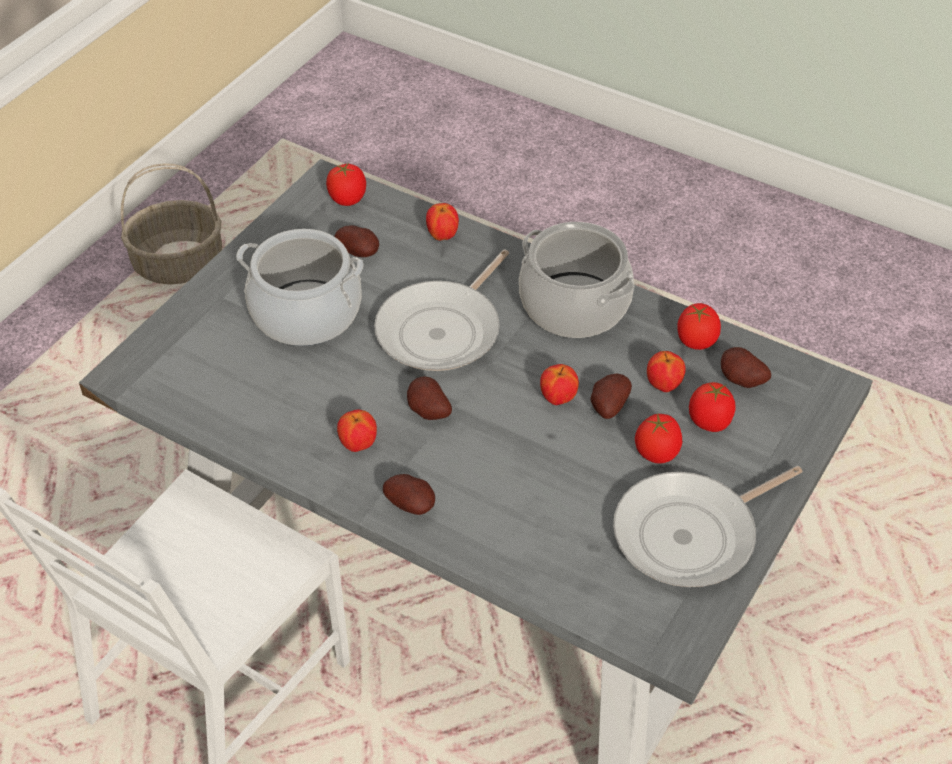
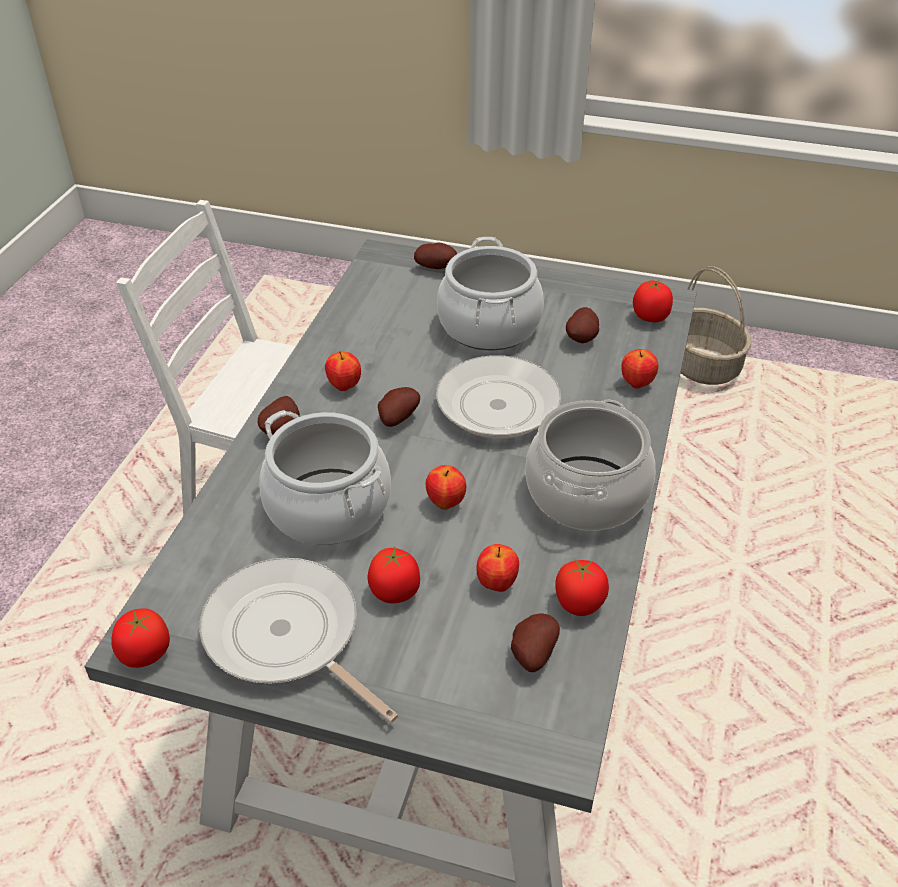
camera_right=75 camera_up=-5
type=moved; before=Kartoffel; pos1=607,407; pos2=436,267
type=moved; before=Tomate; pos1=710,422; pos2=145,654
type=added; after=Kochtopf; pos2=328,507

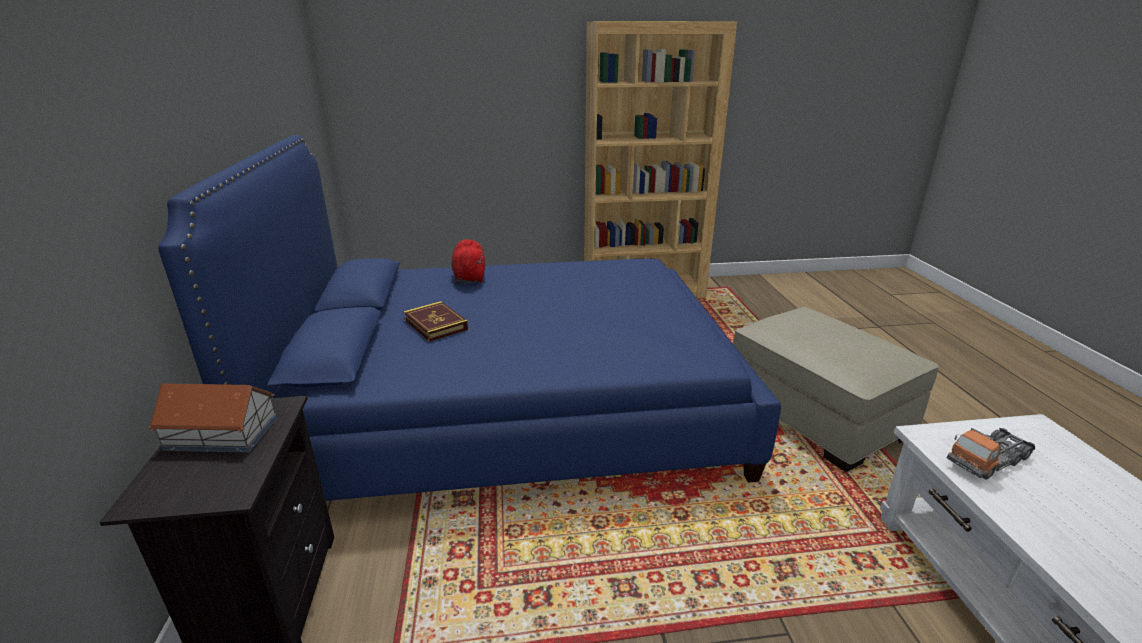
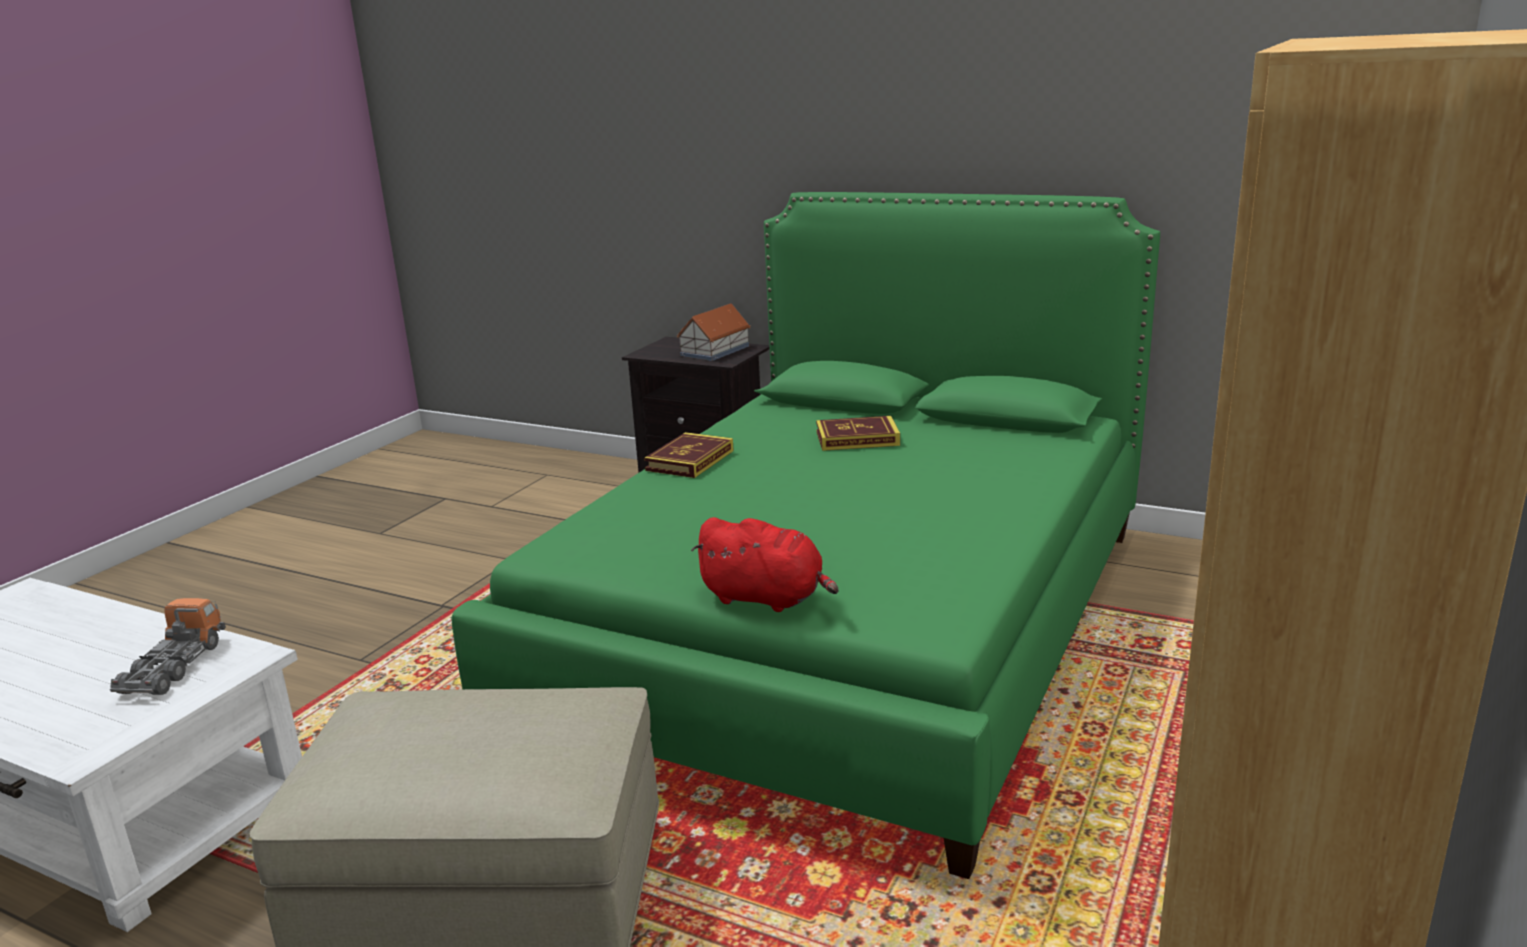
camera_right=125 camera_up=-5
type=recoloured; before=Bett (blau); after=Bett (grün); pos1=512,405; pos2=848,622
type=moved; before=Plüschtier (rot); pos1=469,276; pos2=767,598
type=added; after=Buch; pos2=690,460

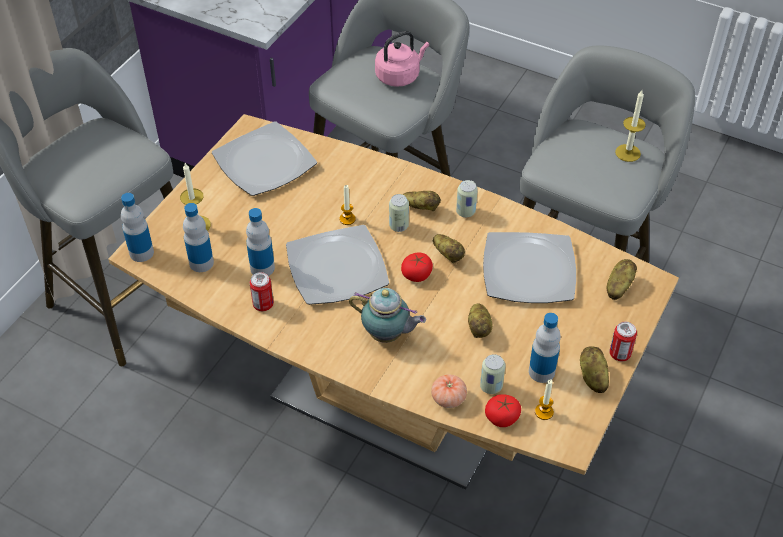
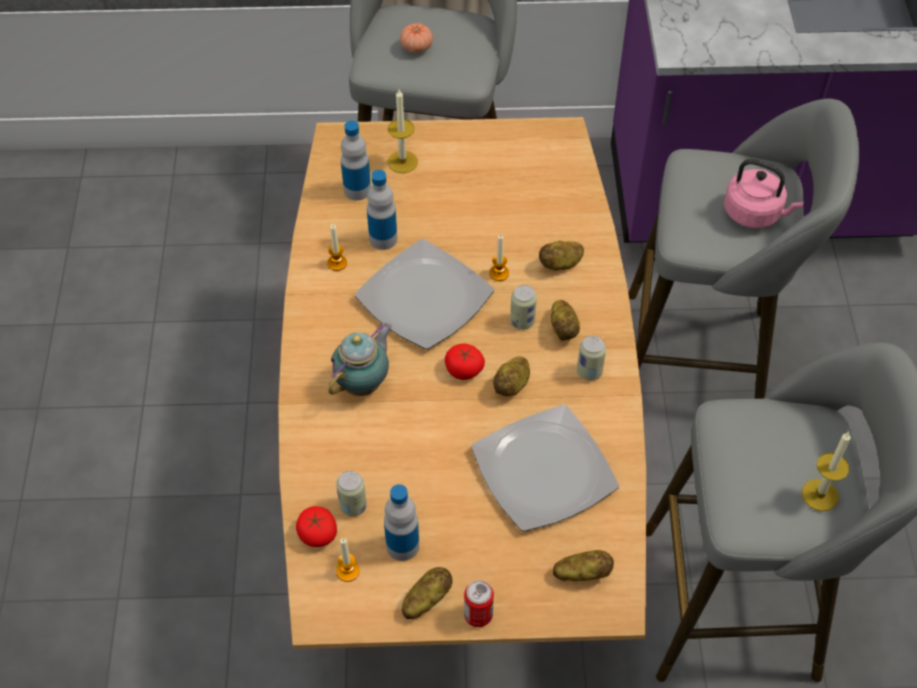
camera_right=60 camera_up=5
type=removed; before=Teller; pos1=264,163
type=removed; before=Flasche; pos1=141,253
type=replaced; before=Dose; after=Kerze; pos1=263,304; pos2=337,263
type=turned; before=Teekanne; pos1=387,335; pos2=364,383; turn=-135
type=moved; before=Kartoffel; pos1=479,328; pos2=561,264
type=moved; before=Tomate; pos1=448,398; pos2=416,47

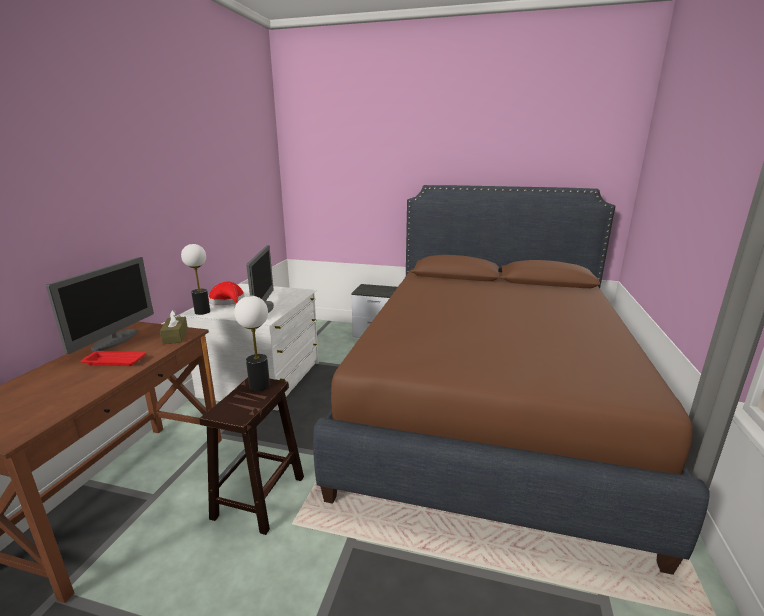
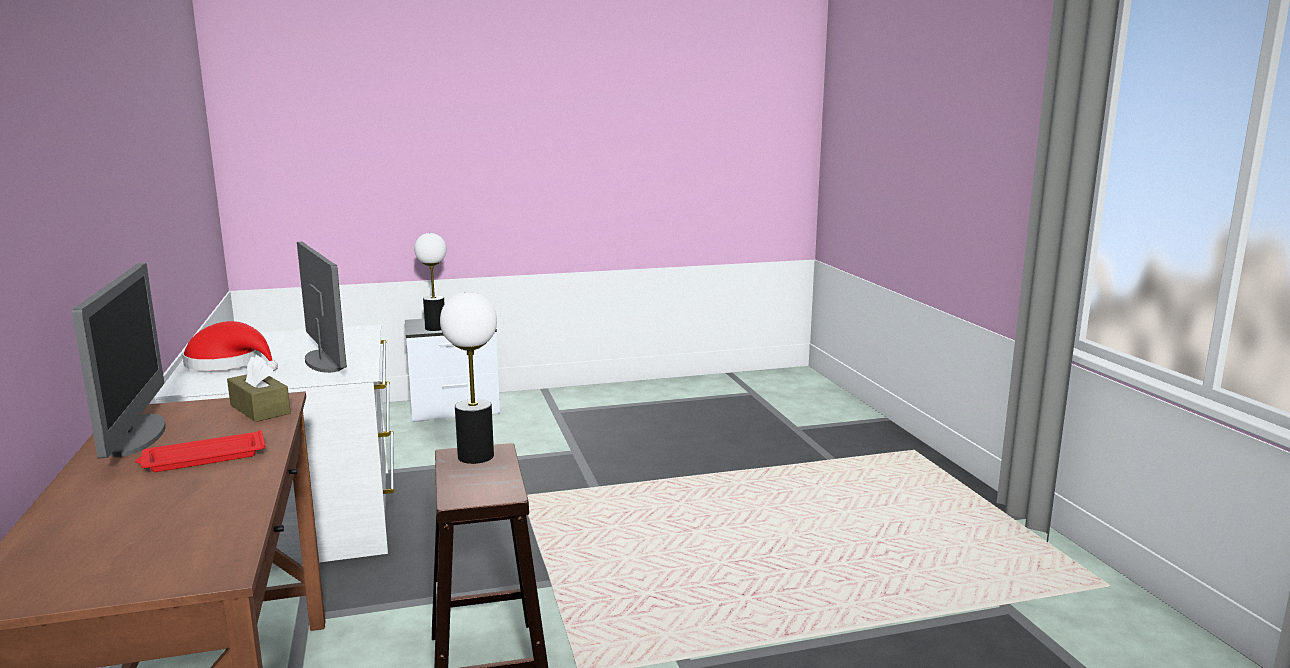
camera_right=-30 camera_up=-5
type=removed; before=Bett (braun); pos1=489,405
type=moved; before=Tischlampe; pos1=202,312; pos2=435,328

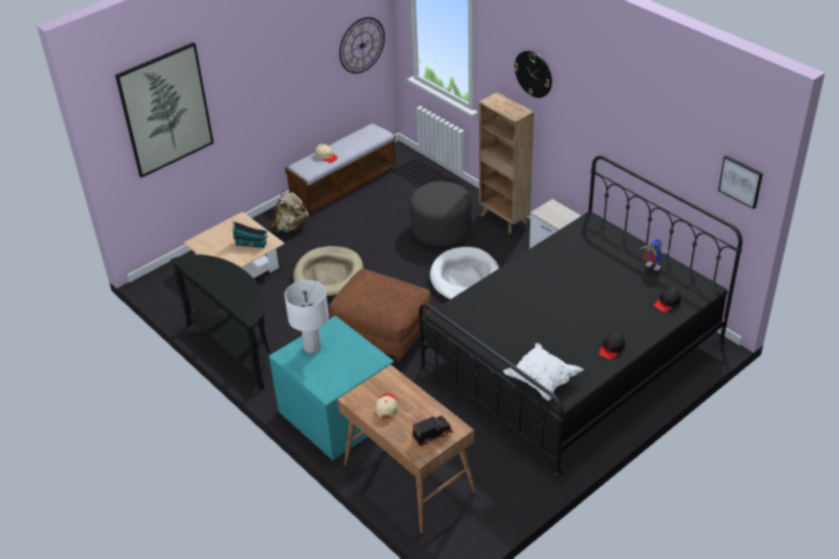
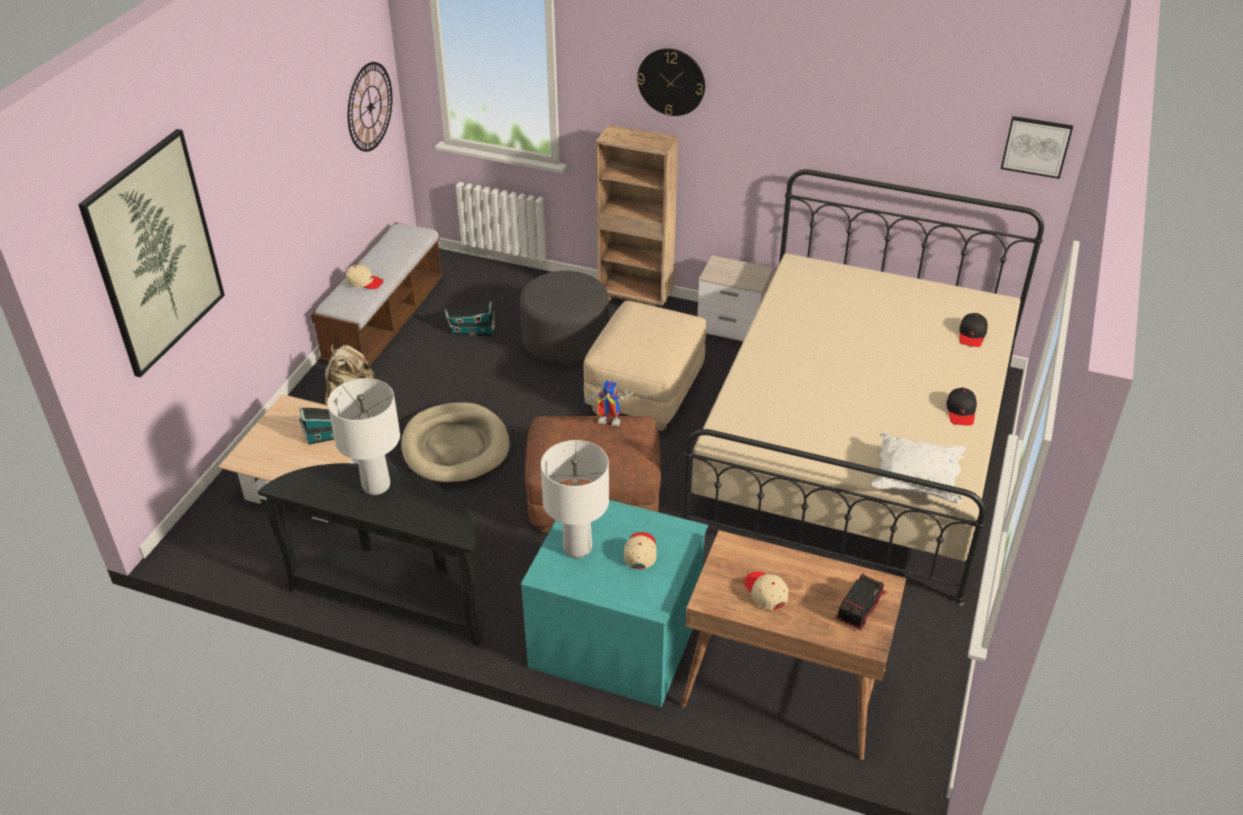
camera_right=-30 camera_up=0
type=recoloured; before=Bett (schwarz); after=Bett (beige); pos1=573,355; pos2=855,446
type=moved; before=Spielzeugroboter; pos1=650,267; pos2=606,424
type=replaced; before=Hundebett (weiß); after=Polsterhocker (beige); pos1=465,278; pos2=645,393
type=added; after=Spielzeughaus; pos2=471,331
type=added; after=Tischlampe (weiß); pos2=376,485
type=added; after=Kappe (beige); pos2=640,552

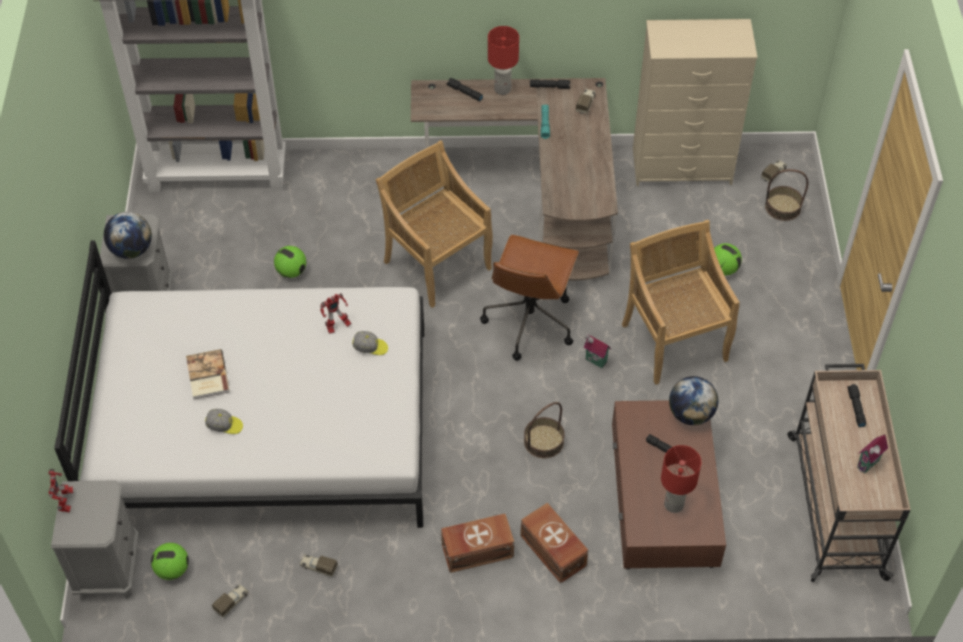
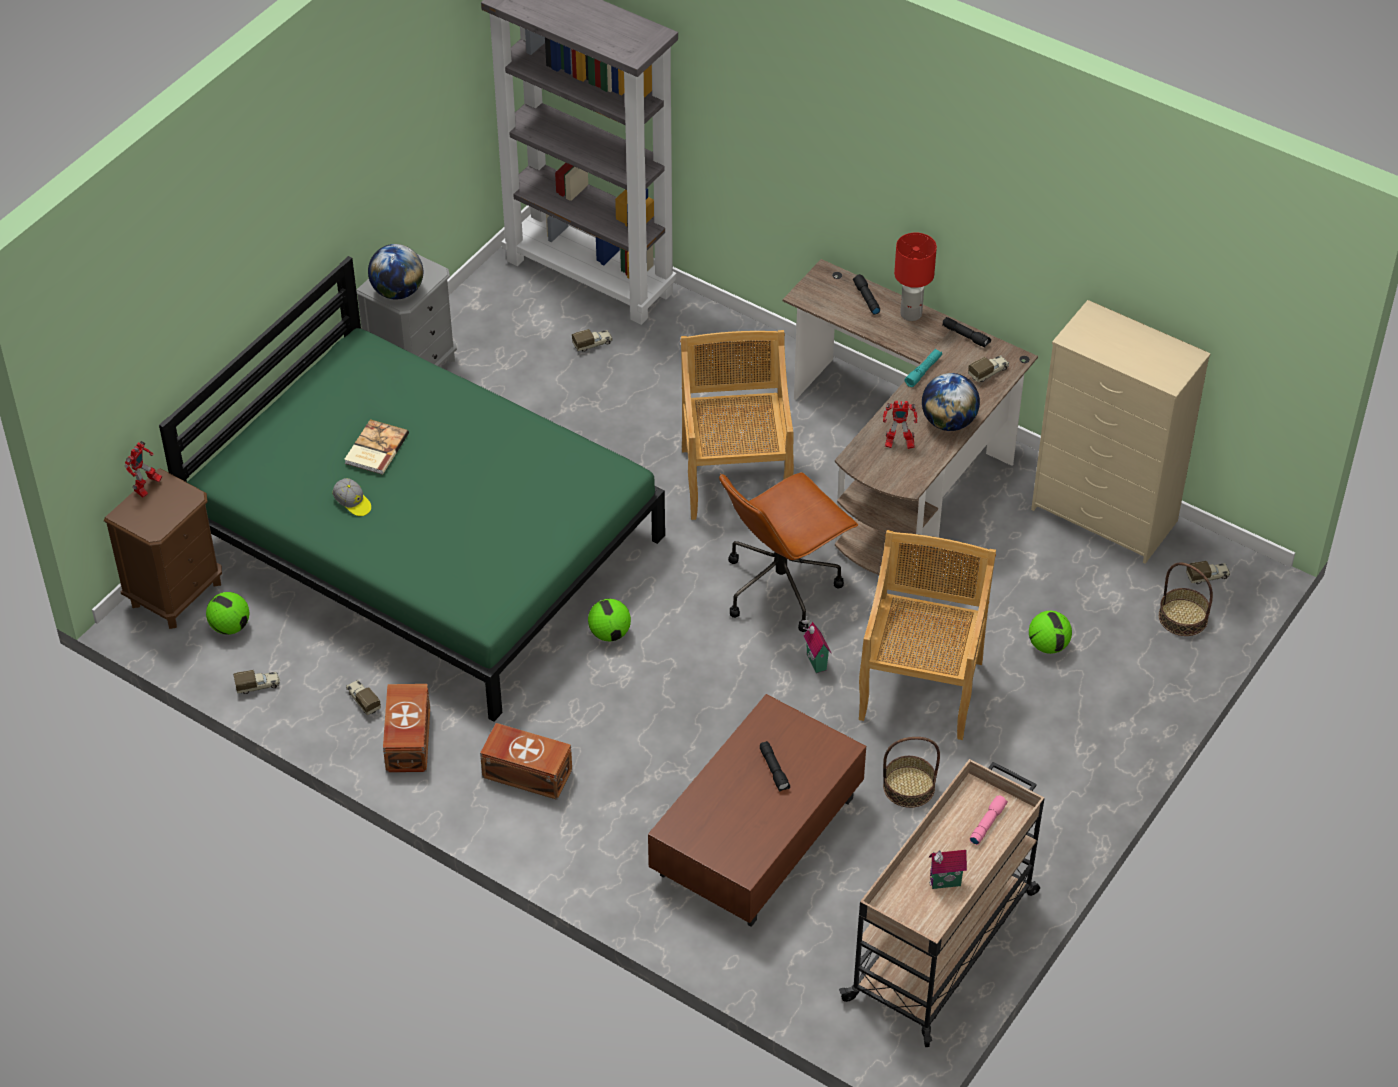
camera_right=35 camera_up=-5
type=recoloured; before=Bett (weiß); after=Bett (grün); pos1=263,424; pos2=425,542
type=moved; before=Fußball; pos1=291,271; pos2=609,633
type=moved; before=Spielzeugroboter; pos1=337,327; pos2=898,444
type=removed; before=Kappe; pos1=370,348
type=moved; before=Globus; pos1=690,414; pos2=948,422
type=recoloured; before=Taschenlampe (schwarz); after=Taschenlampe (rosa); pos1=855,408; pos2=987,823
type=moved; before=Korb; pos1=543,441; pos2=909,787
type=removed; before=Tischlampe (rot); pos1=673,505
type=recoloured; before=Nachttisch (grau); after=Nachttisch (braun); pos1=108,568; pos2=175,593
type=moved; before=Aufbewahrungsbox (braun); pos1=553,552; pos2=407,741
type=added; after=Spielzeuglaster; pos2=593,344

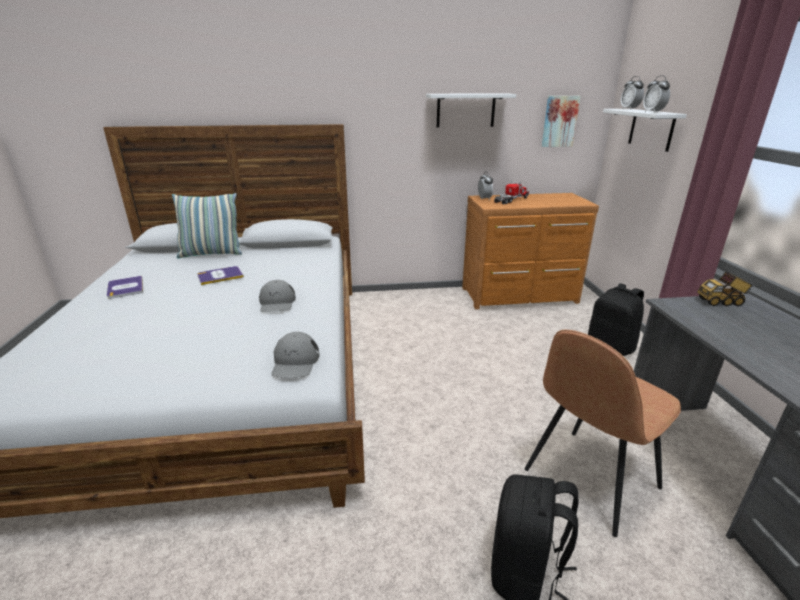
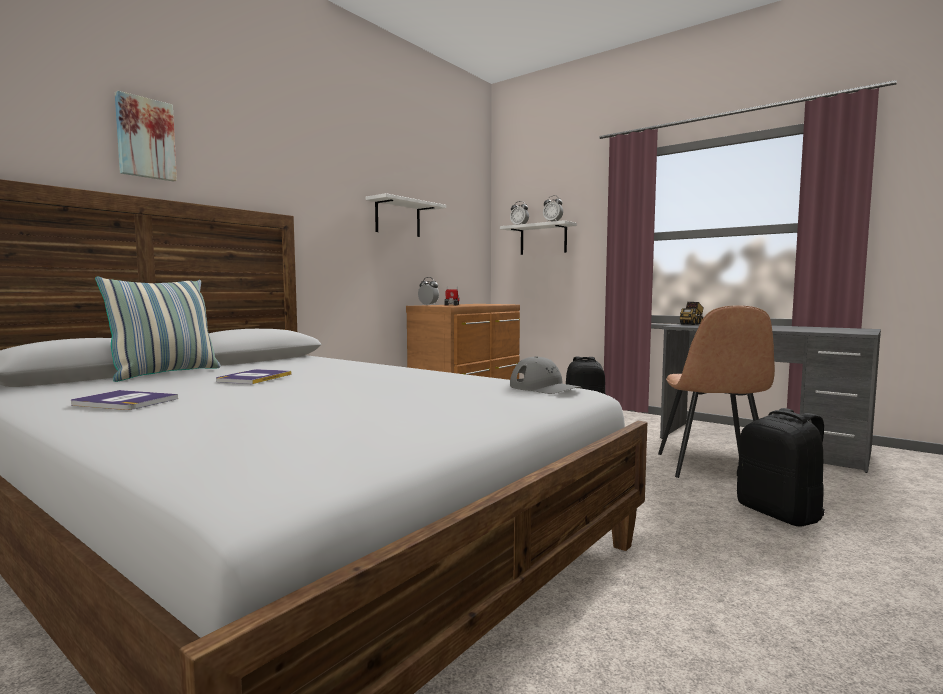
camera_right=-45 camera_up=-20
type=moved; before=Bild; pos1=559,121; pos2=145,138
type=removed; before=Kappe (grau); pos1=277,303

